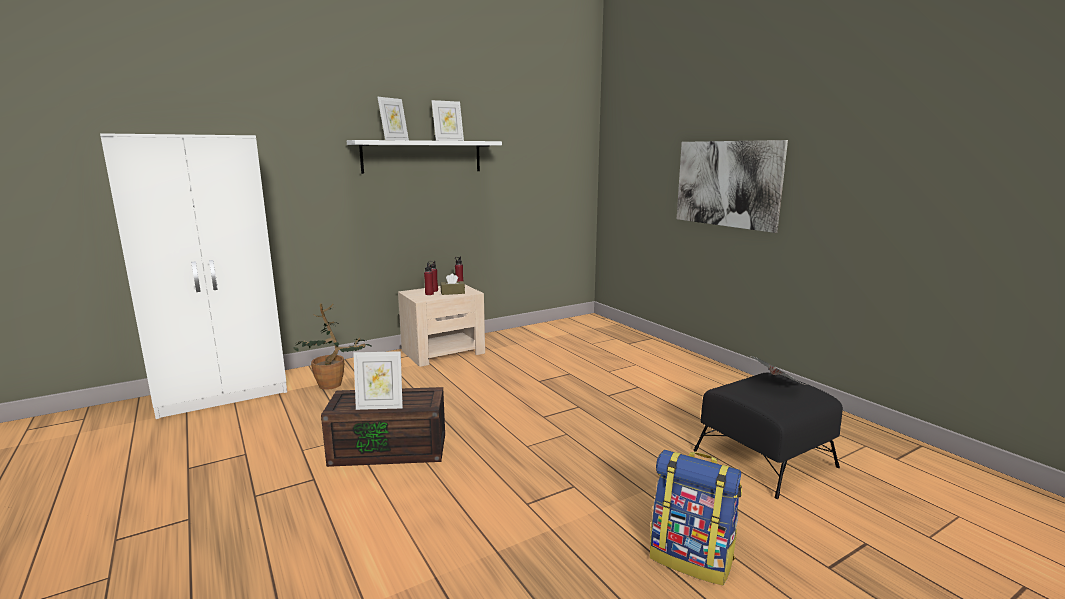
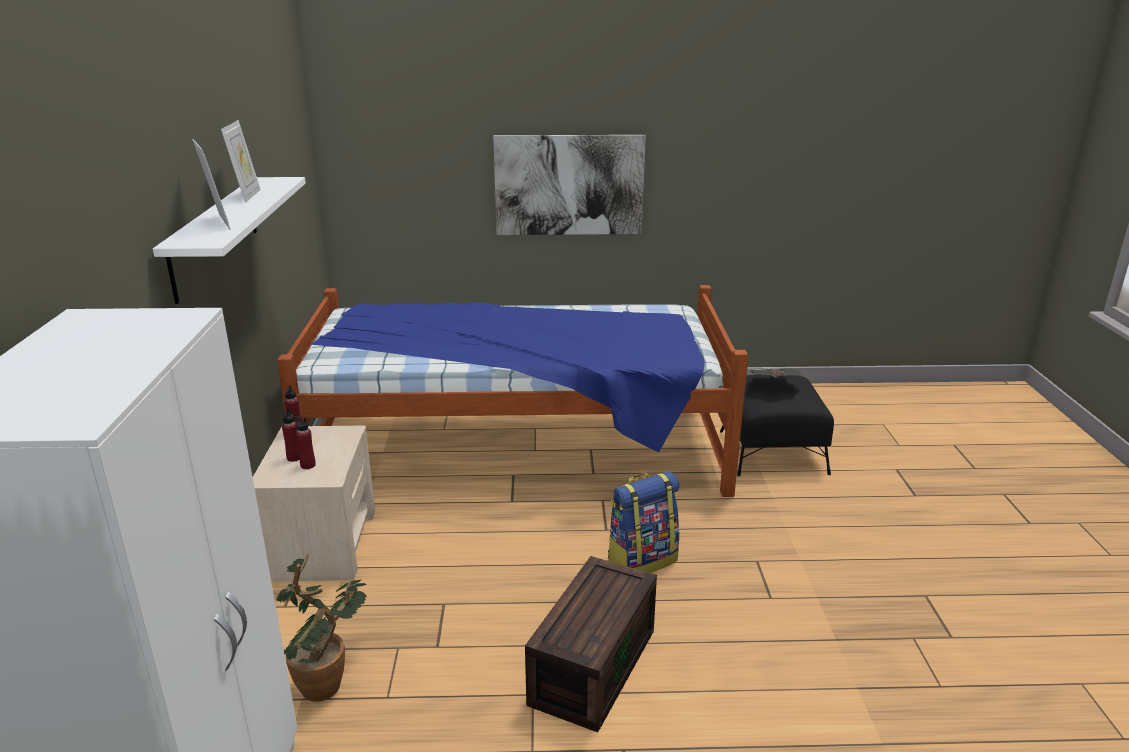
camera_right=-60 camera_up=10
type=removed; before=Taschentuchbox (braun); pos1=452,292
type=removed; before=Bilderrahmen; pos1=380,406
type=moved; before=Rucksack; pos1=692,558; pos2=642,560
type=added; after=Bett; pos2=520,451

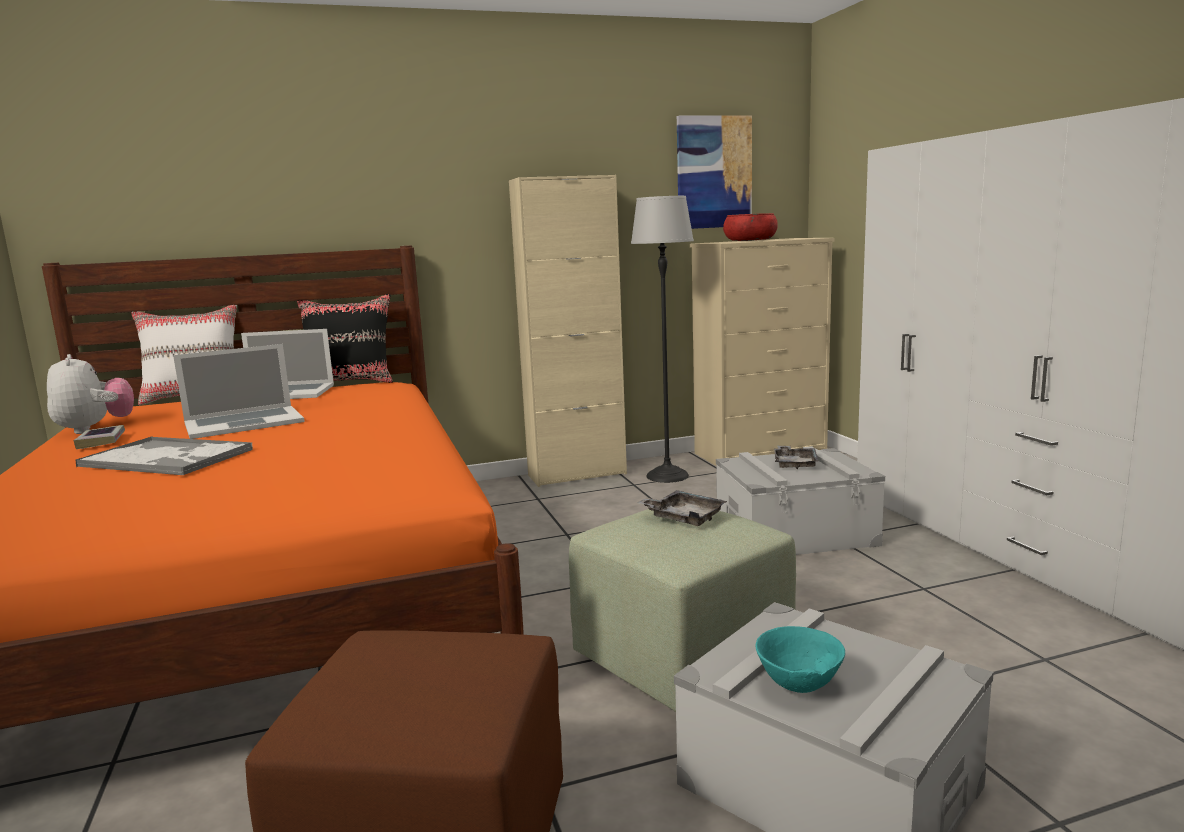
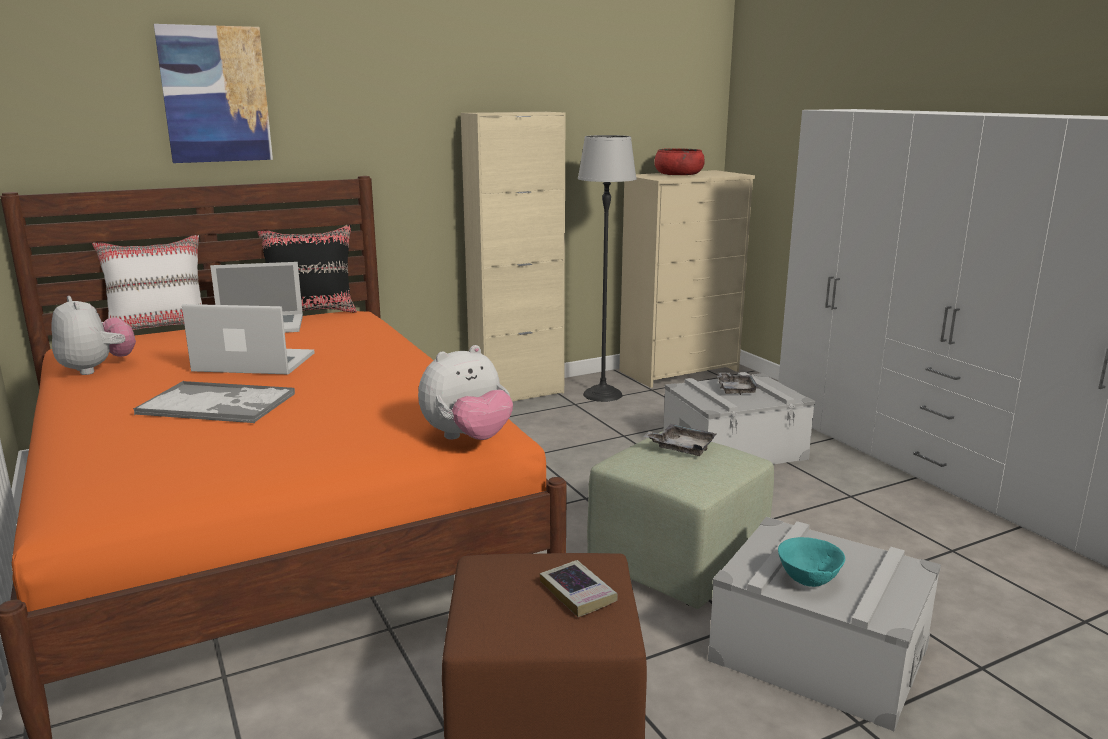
camera_right=-10 camera_up=5
type=moved; before=Bild; pos1=714,172; pos2=215,94
type=turned; before=Laptop; pos1=244,423; pos2=254,362; turn=-135
type=moved; before=Buch; pos1=101,441; pos2=577,593
type=added; after=Plüschtier; pos2=467,438

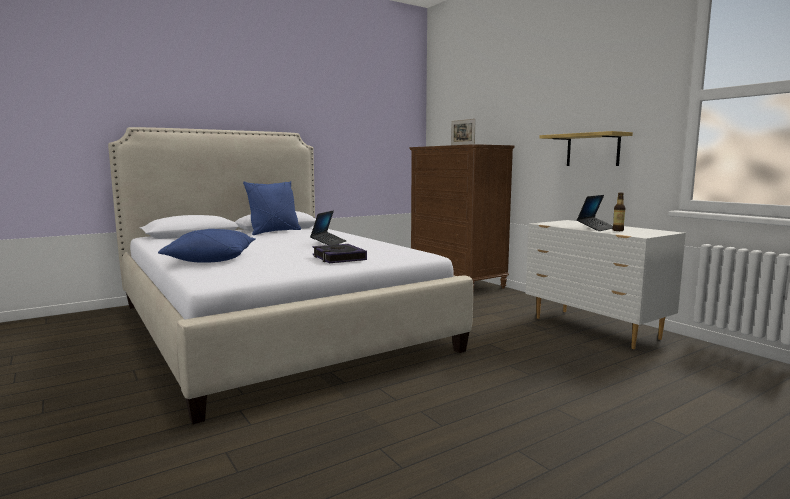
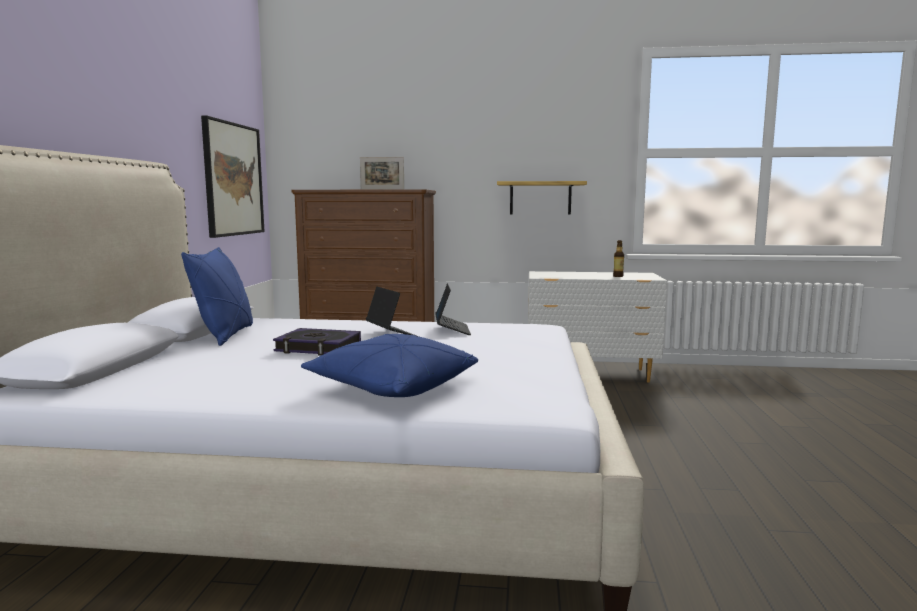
camera_right=-50 camera_up=0
type=moved; before=Laptop; pos1=596,228; pos2=452,330
type=moved; before=Buch; pos1=338,258; pos2=318,348
type=added; after=Bild; pos2=233,179

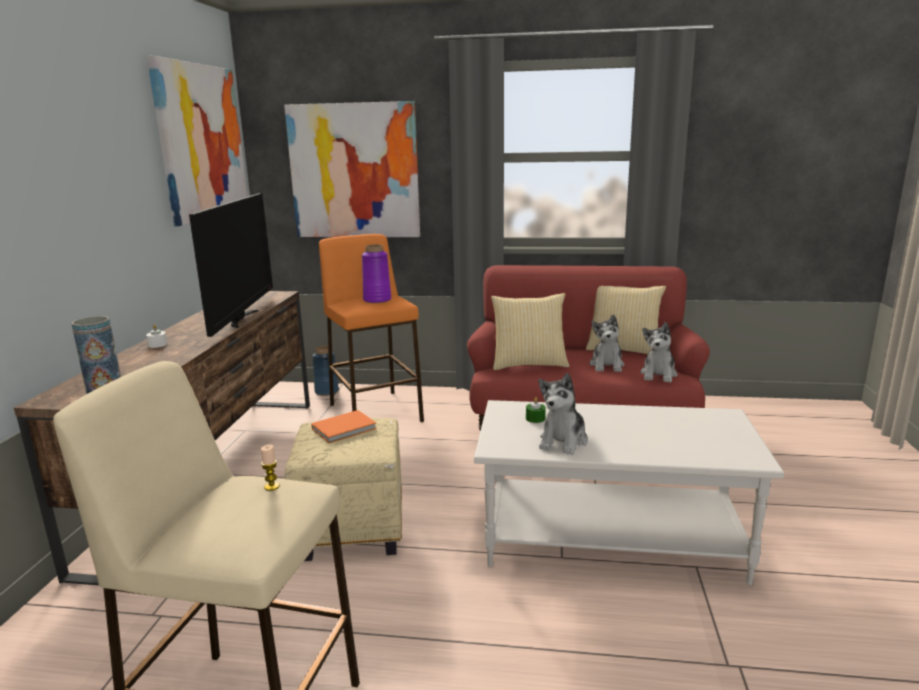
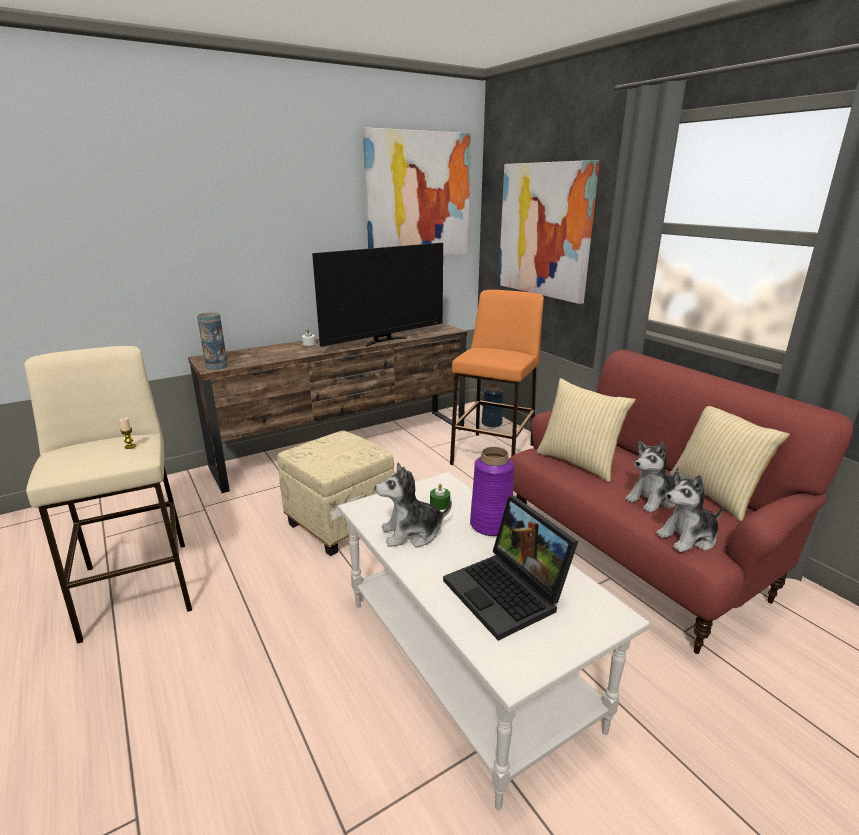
camera_right=50 camera_up=5
type=moved; before=Vase (lila); pos1=377,300; pos2=491,525
type=removed; before=Buch (orange); pos1=346,429
type=added; after=Laptop; pos2=508,593

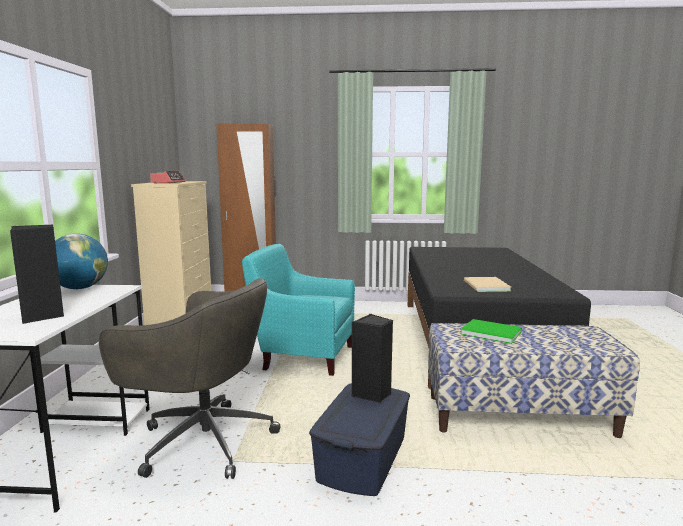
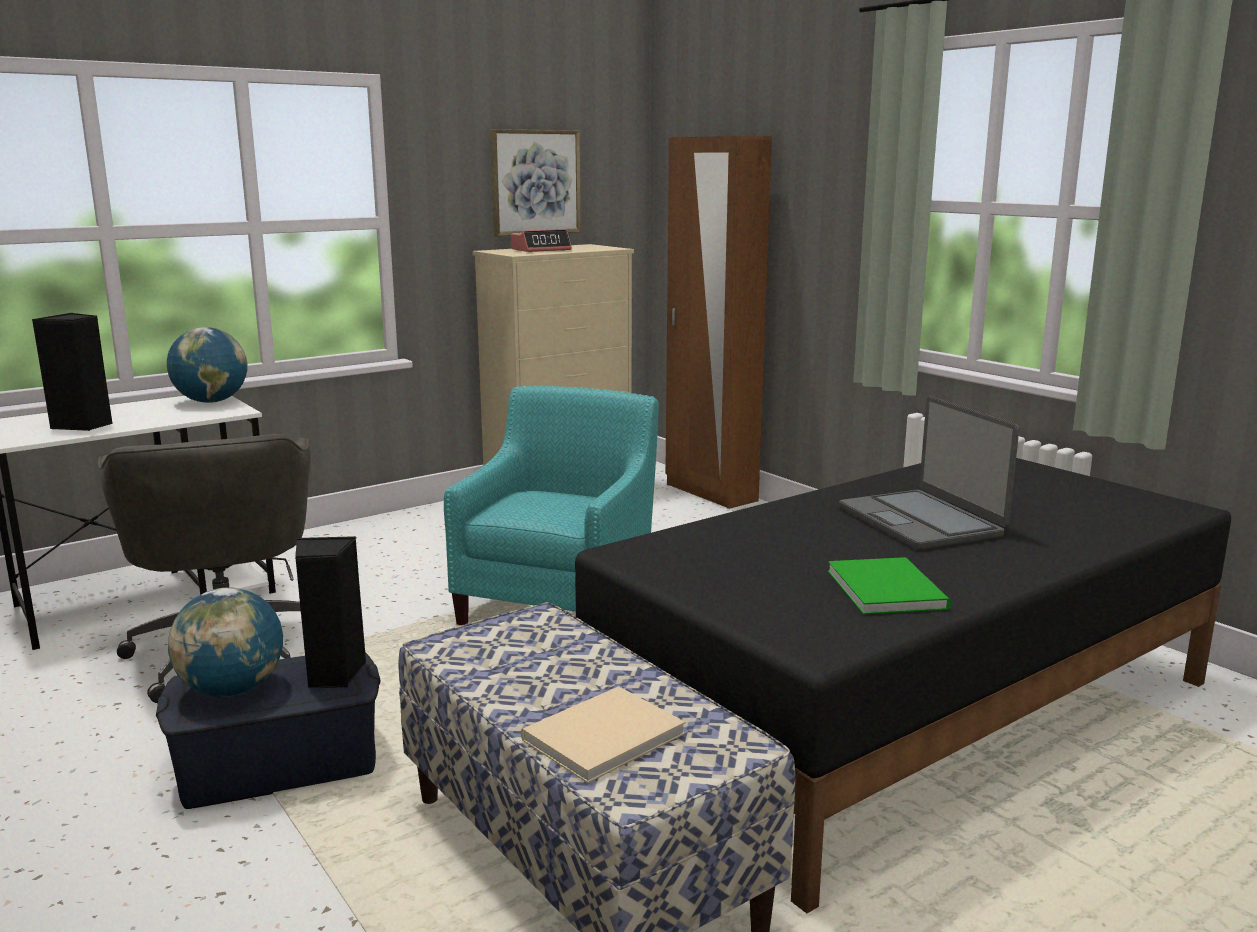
camera_right=50 camera_up=5
type=turned; before=Sessel (türkis); pos1=303,356; pos2=560,604; turn=45
type=moved; before=Buch (beige); pos1=485,286; pos2=598,737
type=moved; before=Buch (grün); pos1=489,332; pos2=887,588
type=added; after=Bild; pos2=535,182
type=added; after=Laptop; pos2=921,521
type=added; after=Globus; pos2=232,690

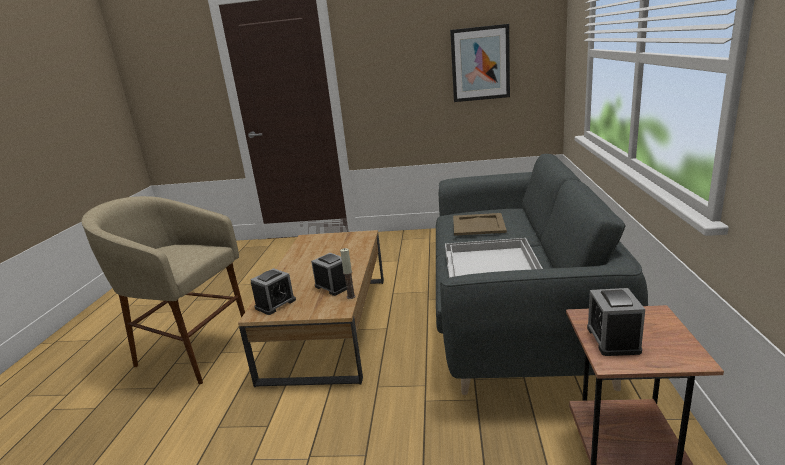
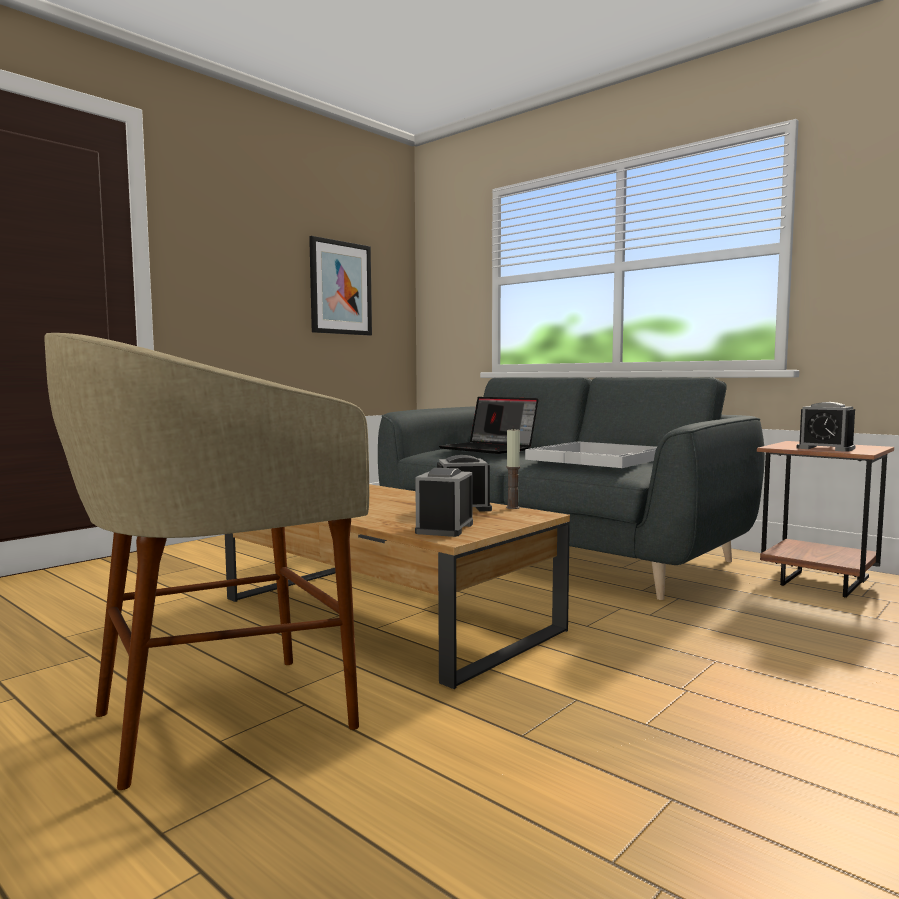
camera_right=-55 camera_up=-15
type=replaced; before=Tablett (beige); after=Laptop; pos1=479,225; pos2=489,449
type=turned; before=Wecker; pos1=275,304; pos2=444,528; turn=-150

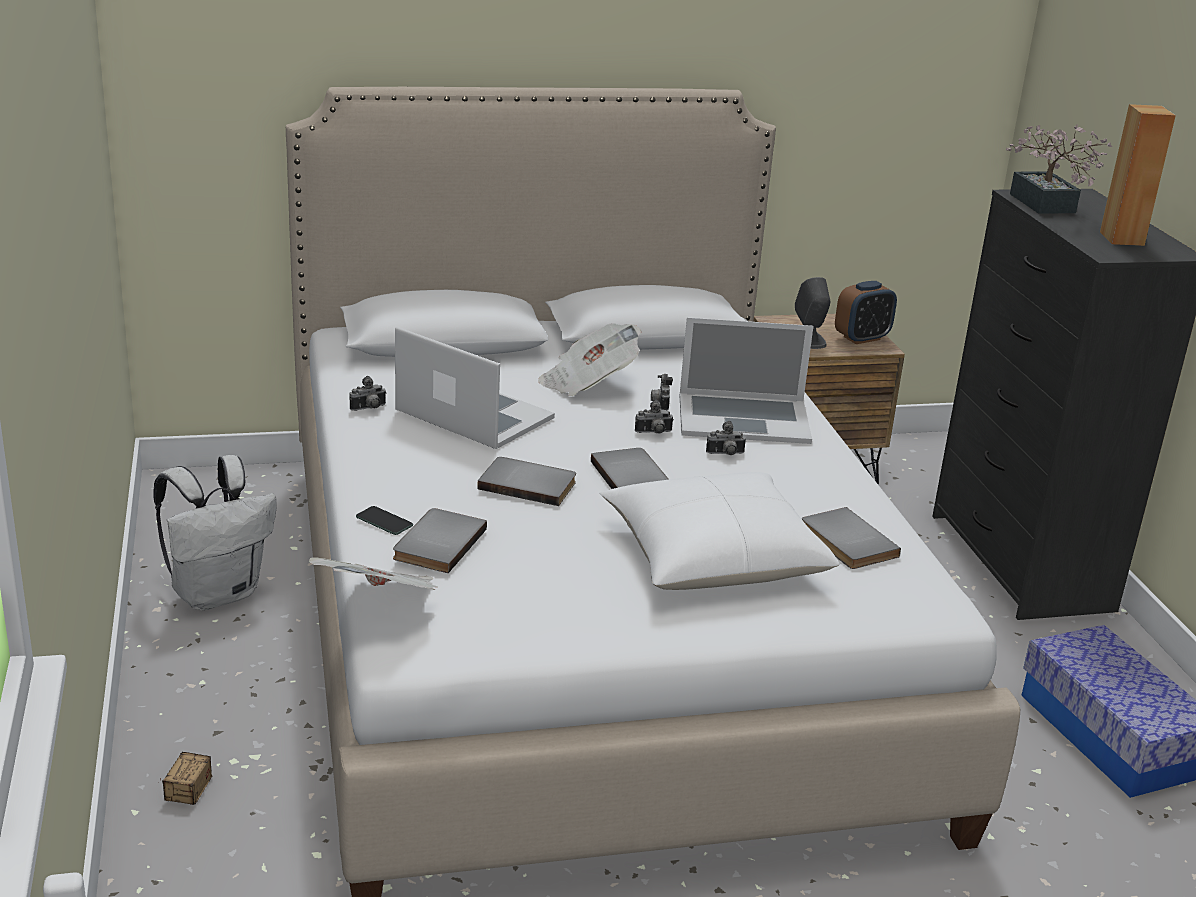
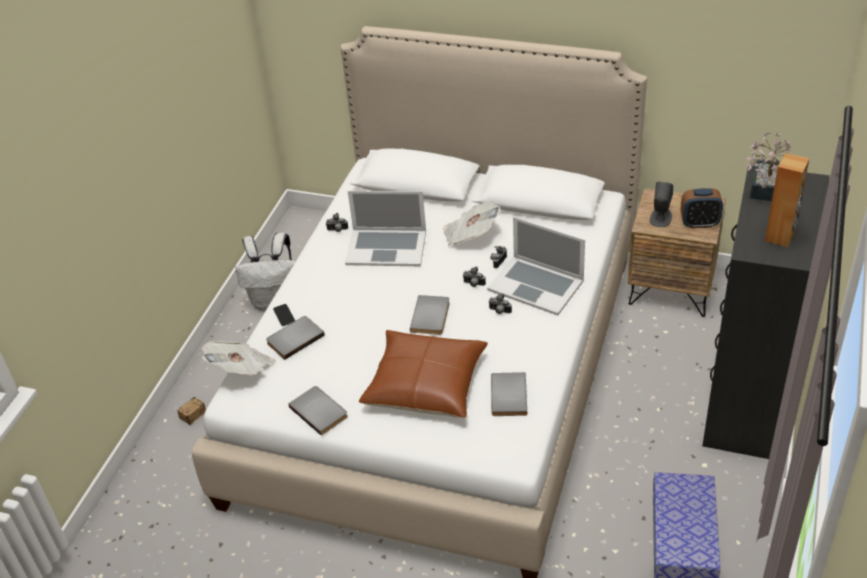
camera_right=35 camera_up=15
type=turned; before=Laptop; pos1=473,414; pos2=386,247; turn=120
type=moved; before=Buch (grau); pos1=528,484; pos2=320,411
type=recoloured; before=Kissen (weiß); after=Kissen (braun); pos1=713,556; pos2=425,385

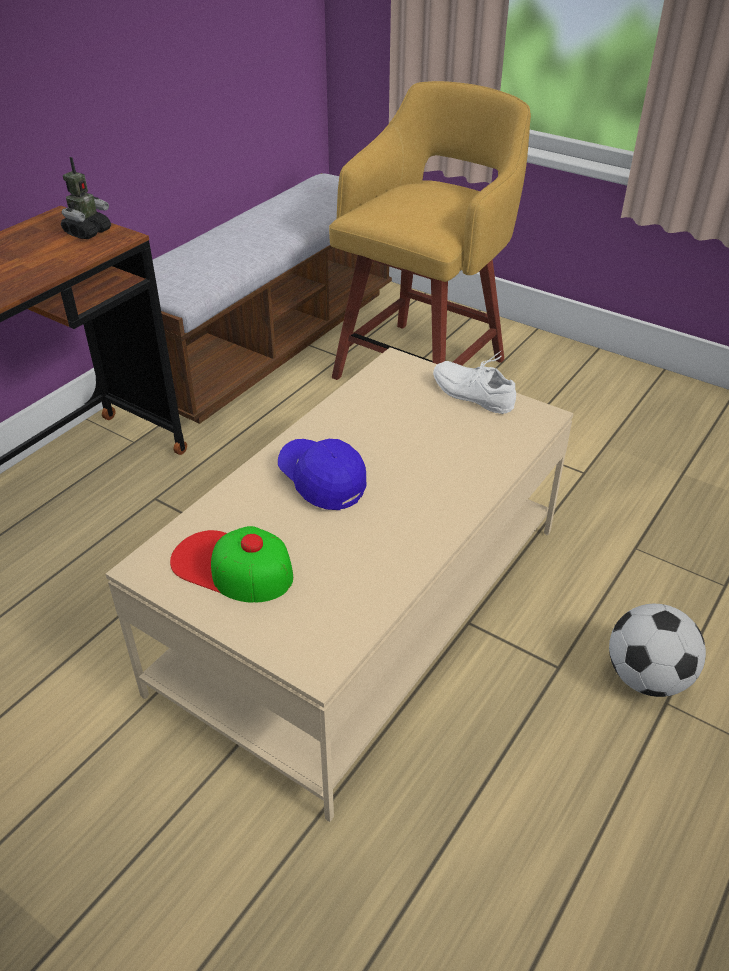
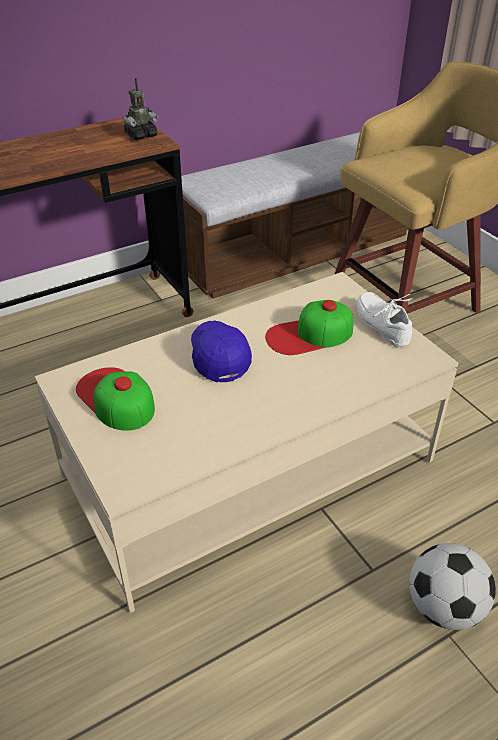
camera_right=25 camera_up=0
type=added; after=Kappe; pos2=309,335

